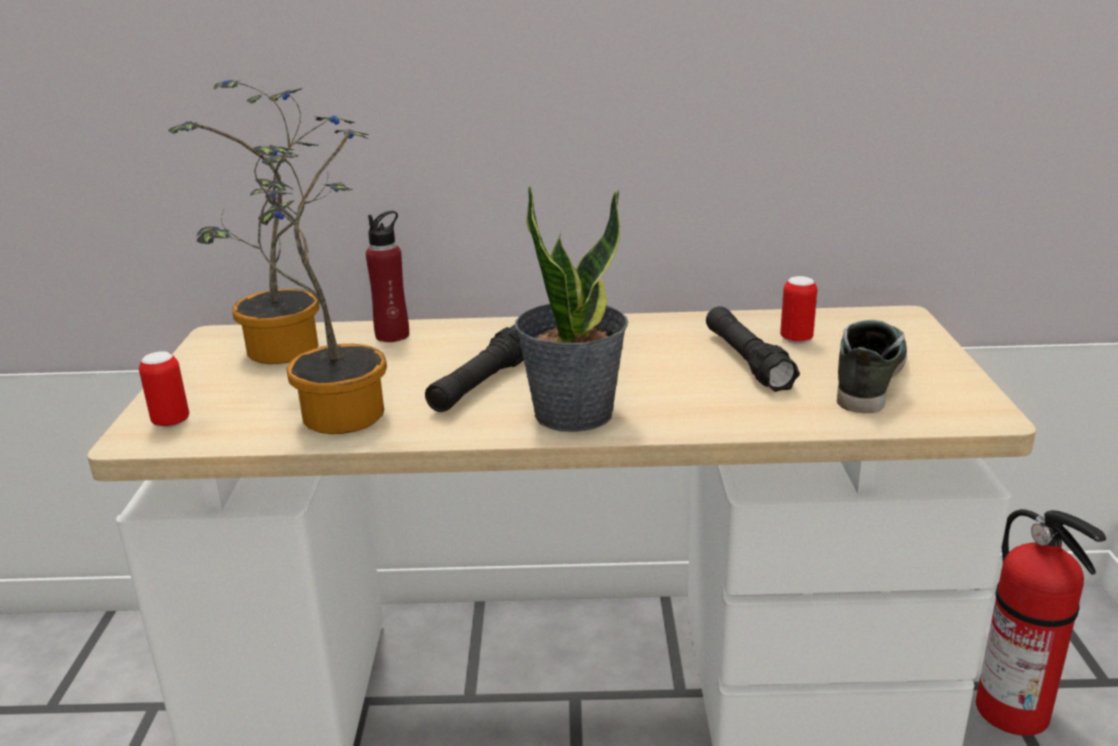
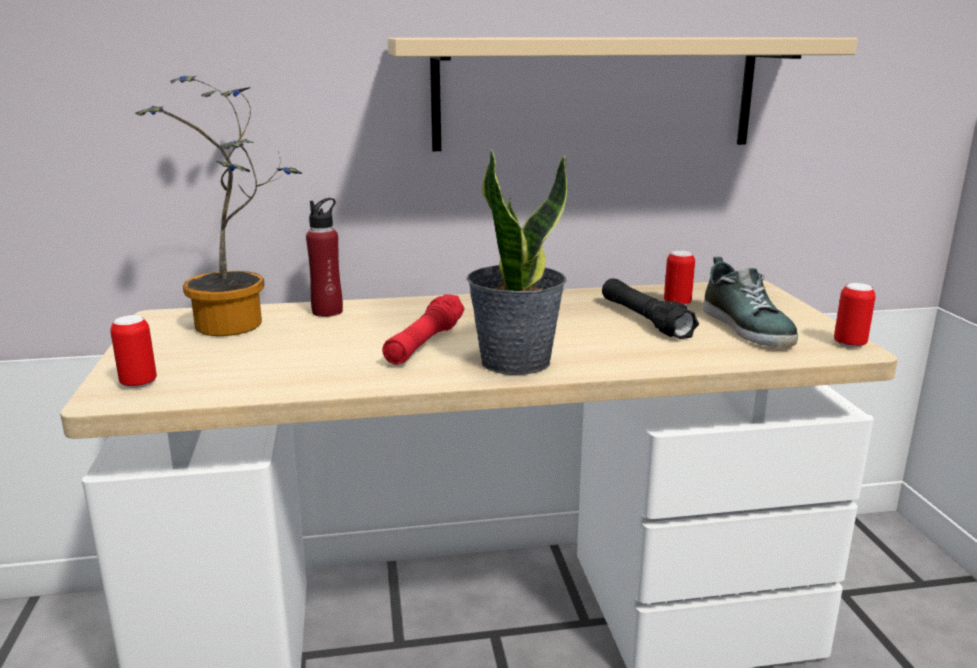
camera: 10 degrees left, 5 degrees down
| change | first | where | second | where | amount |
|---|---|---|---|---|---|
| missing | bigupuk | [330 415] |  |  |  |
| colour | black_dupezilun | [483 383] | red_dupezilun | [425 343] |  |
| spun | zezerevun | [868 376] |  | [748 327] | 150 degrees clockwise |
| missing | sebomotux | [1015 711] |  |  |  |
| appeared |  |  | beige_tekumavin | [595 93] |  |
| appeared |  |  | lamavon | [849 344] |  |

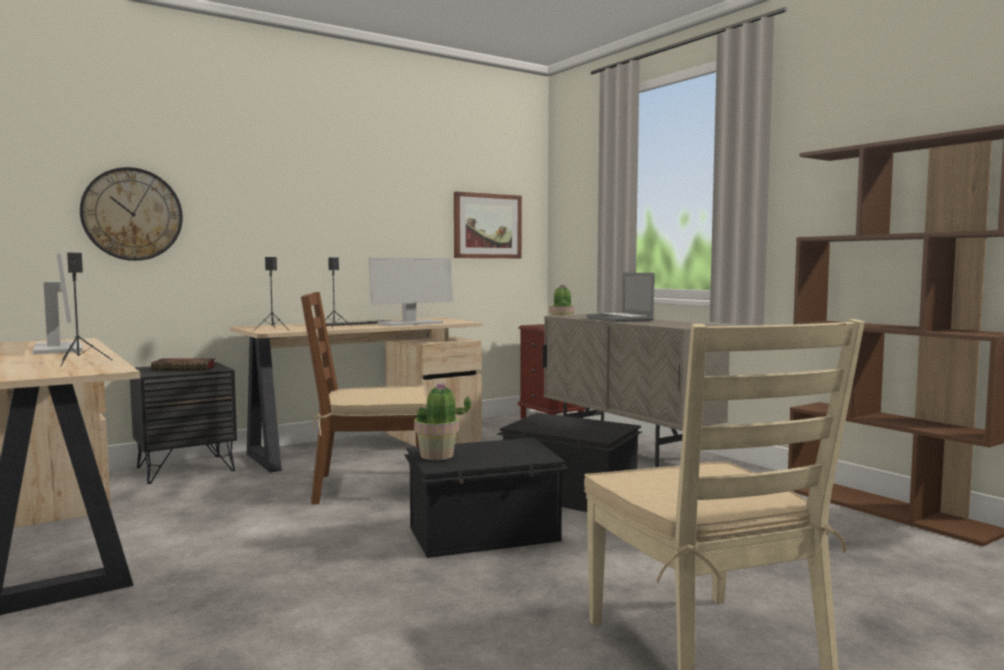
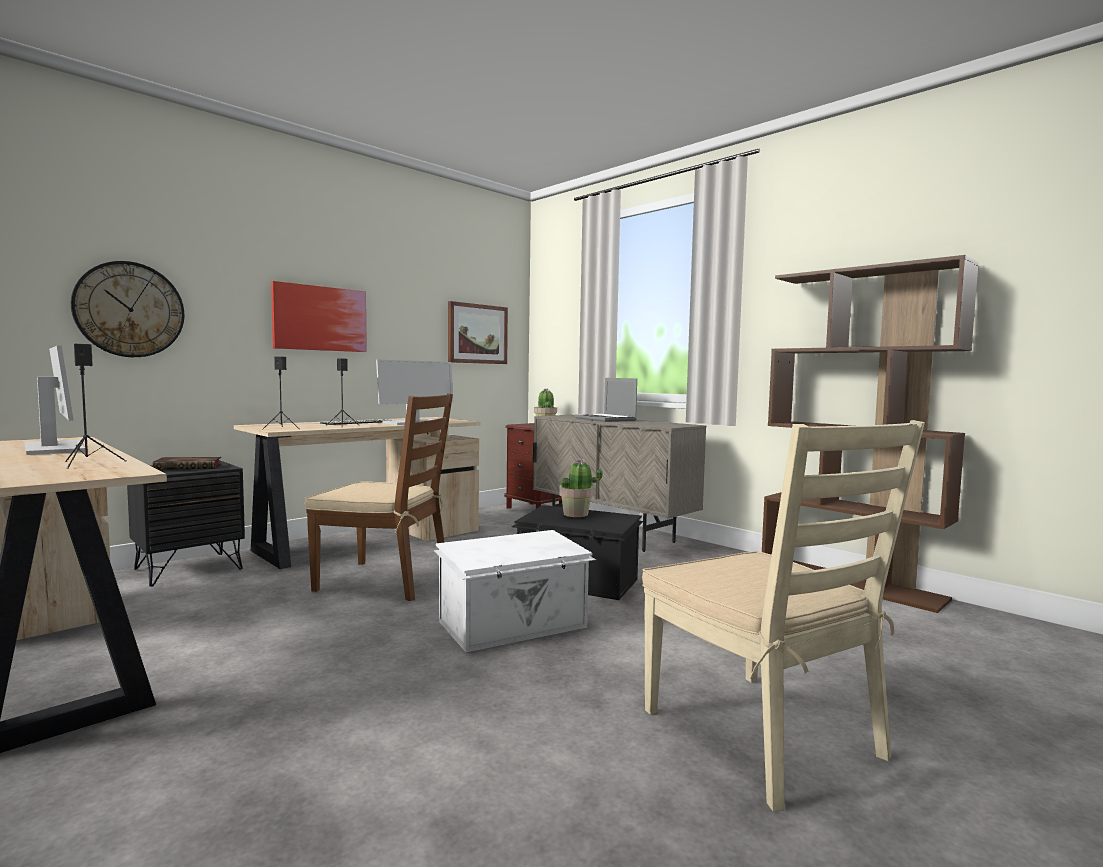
camera: 10 degrees left, 0 degrees up
| change | first | where | second | where | amount |
|---|---|---|---|---|---|
| spun | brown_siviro | [369 487] |  | [385 580] | 150 degrees counterclockwise |
| colour | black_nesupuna | [485 535] | white_nesupuna | [514 625] |  |
| relocated | bigupuk | [437 456] |  | [576 514] |  |
| appeared |  |  | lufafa | [320 318] |  |

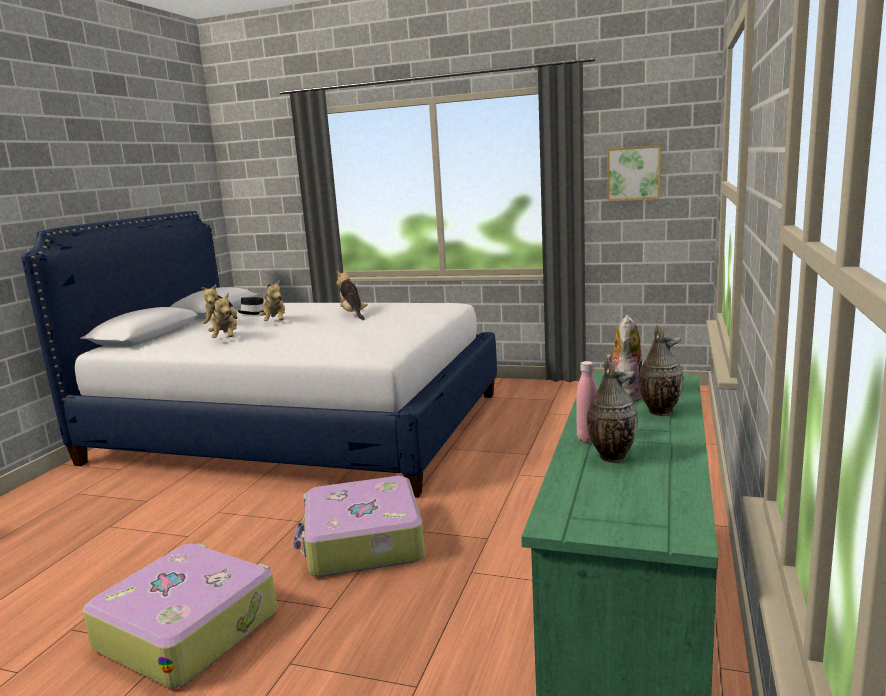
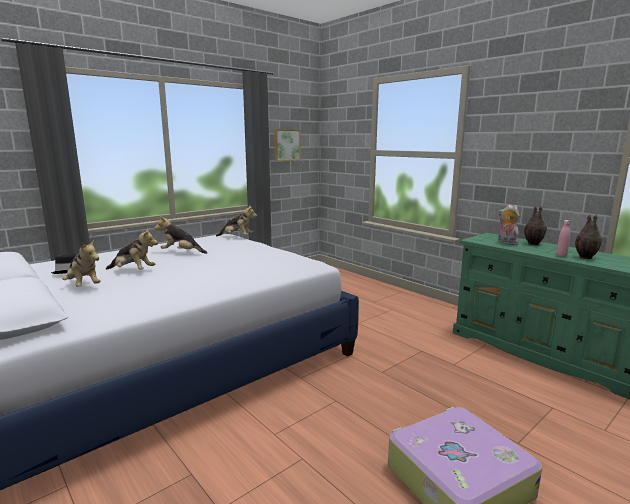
camera: 60 degrees left, 0 degrees up
| change | first | where | second | where | amount |
|---|---|---|---|---|---|
| relocated | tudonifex | [226 339] |  | [237 237] |  |
| missing | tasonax | [362 542] |  |  |  |

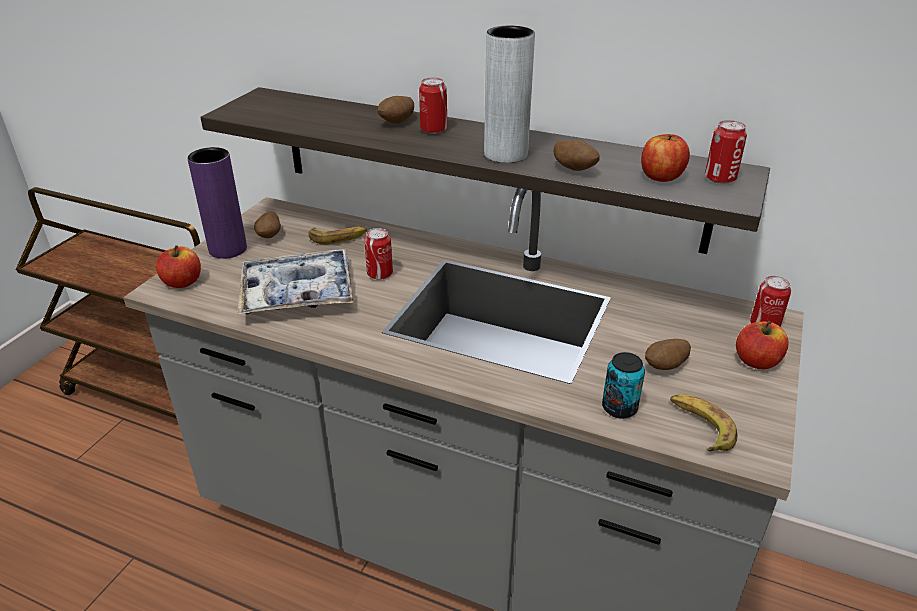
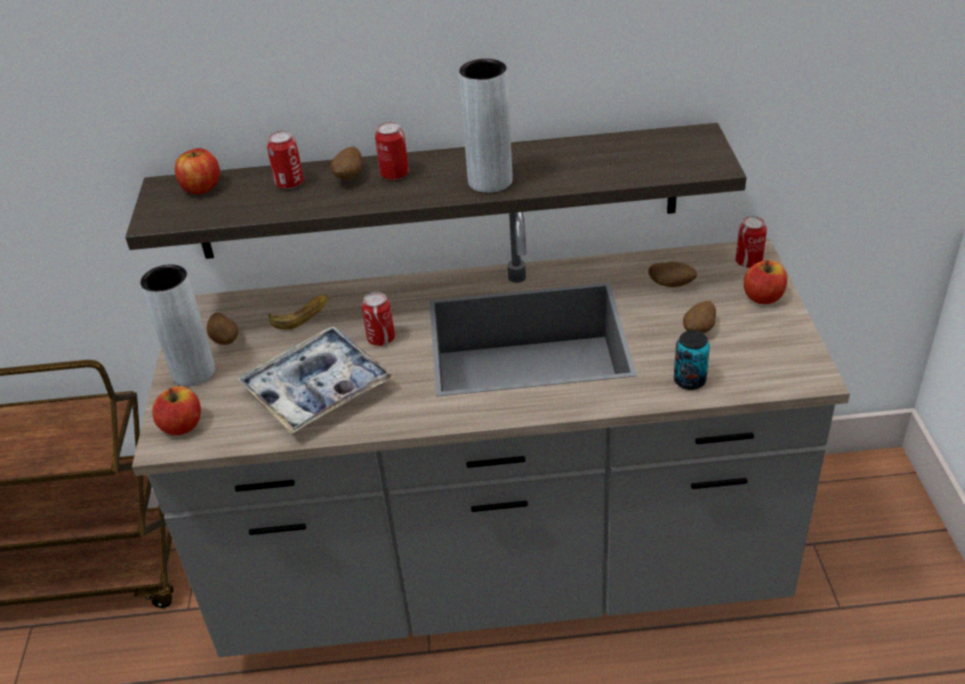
camera: 25 degrees left, 5 degrees up
| change | first | where | second | where | amount |
|---|---|---|---|---|---|
| colour | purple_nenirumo | [228 249] | grey_nenirumo | [193 372] |  |
| relocated | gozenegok | [574 170] |  | [671 285] |  |
| relocated | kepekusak | [661 176] |  | [201 188] |  |
| missing | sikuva | [700 426] |  |  |  |
| relocated | lamavon | [720 179] |  | [289 183] |  |

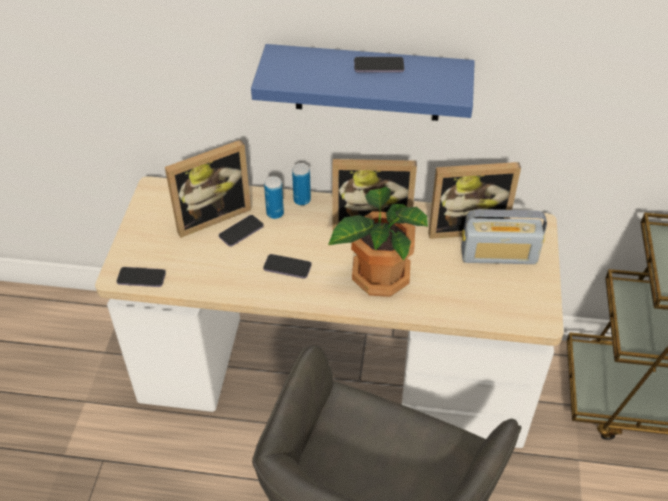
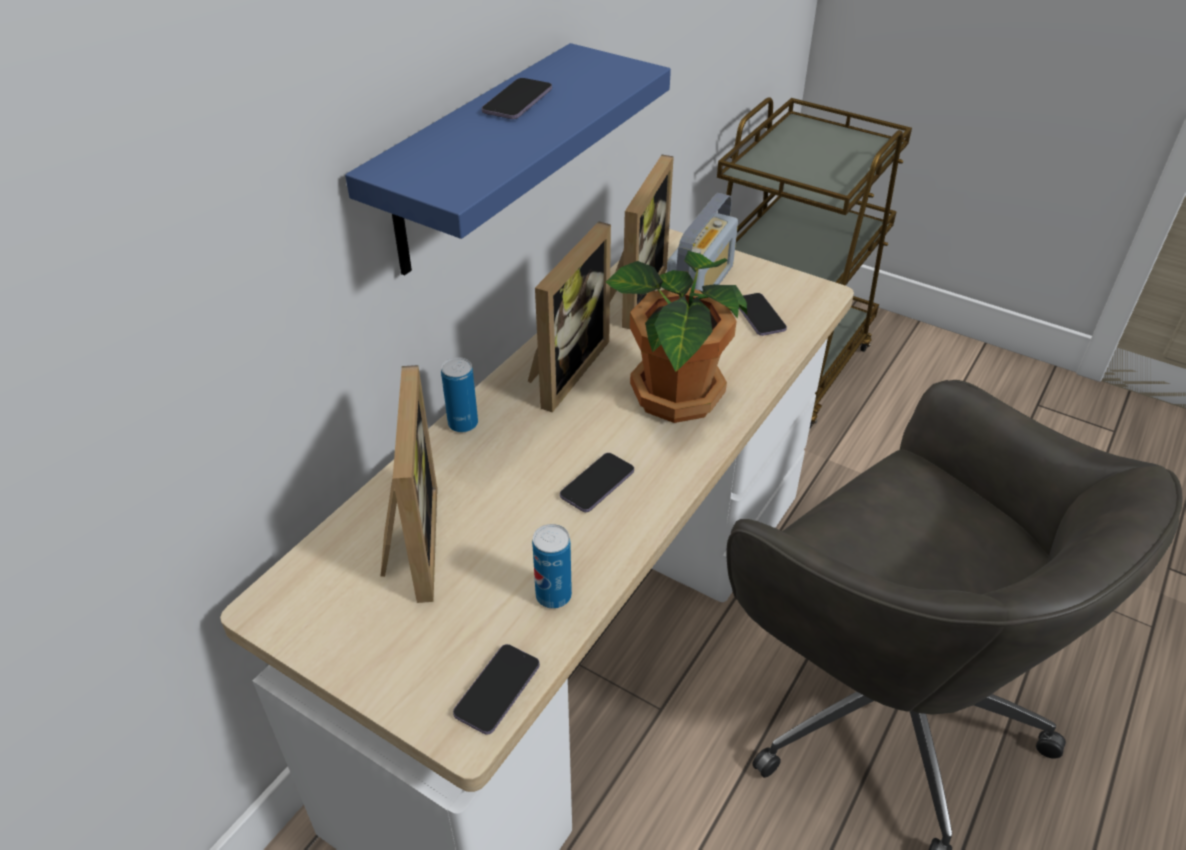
camera: 65 degrees left, 5 degrees down
| change | first | where | second | where | amount |
|---|---|---|---|---|---|
| relocated | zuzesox | [241 231] |  | [759 316] |  |
| relocated | lamavon | [275 213] |  | [553 595] |  |

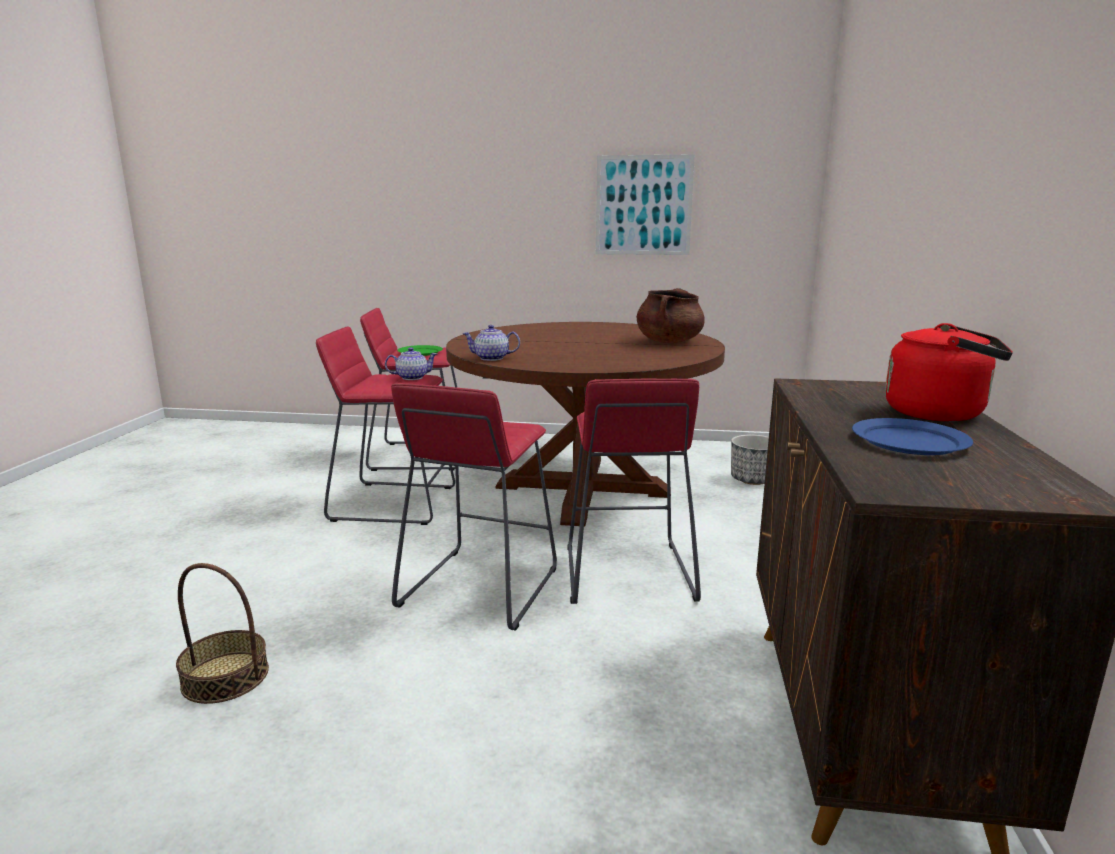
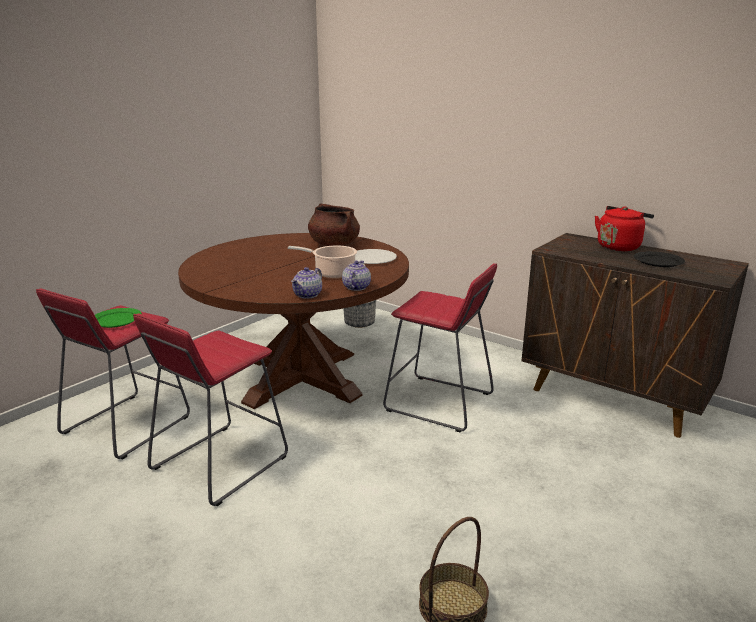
camera: 60 degrees left, 5 degrees up
| change | first | where | second | where | amount |
|---|---|---|---|---|---|
| relocated | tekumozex | [412 377] |  | [356 287] |  |
| missing | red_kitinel | [479 588] |  |  |  |
| missing | lufafa | [643 205] |  |  |  |
| colour | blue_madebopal | [910 441] | black_madebopal | [658 261] |  |
| appeared |  |  | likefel | [332 273] |  |
| appeared |  |  | white_madebopal | [372 258] |  |

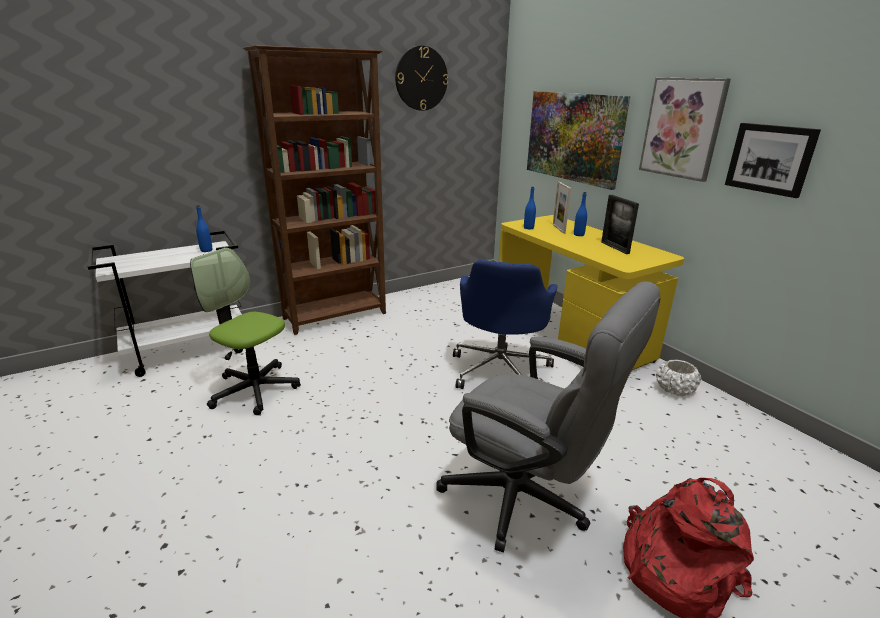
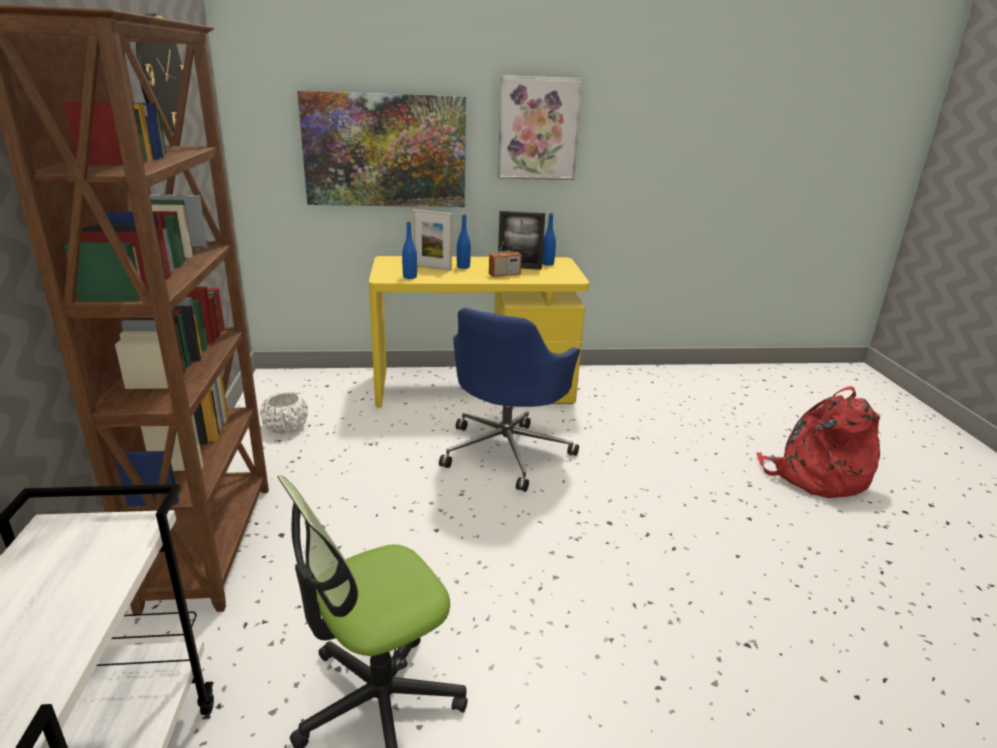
camera: 65 degrees left, 0 degrees up
| change | first | where | second | where | amount |
|---|---|---|---|---|---|
| relocated | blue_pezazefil | [206 250] |  | [547 264] |  |
| missing | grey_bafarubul | [527 500] |  |  |  |
| spun | blue_bafarubul | [500 369] |  | [507 451] | 75 degrees clockwise |
| relocated | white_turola | [675 389] |  | [286 427] |  |
| missing | lufafa | [770 159] |  |  |  |
| appeared |  |  | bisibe | [504 275] |  |

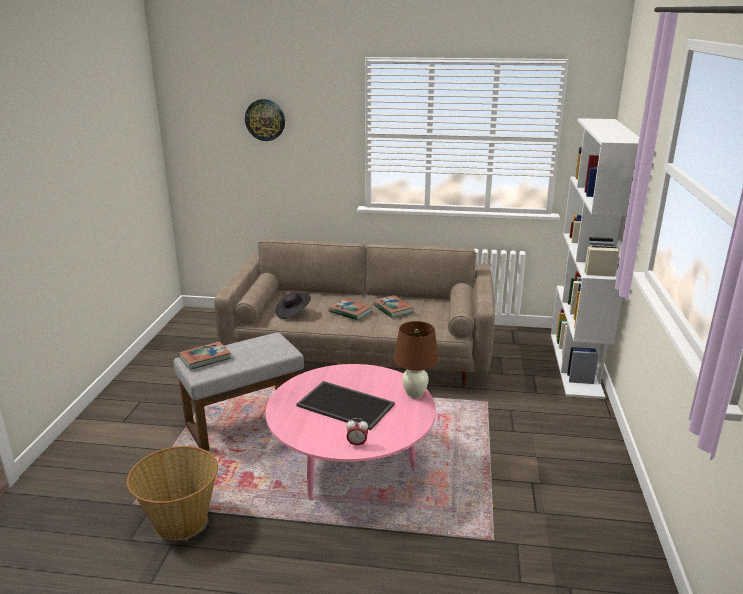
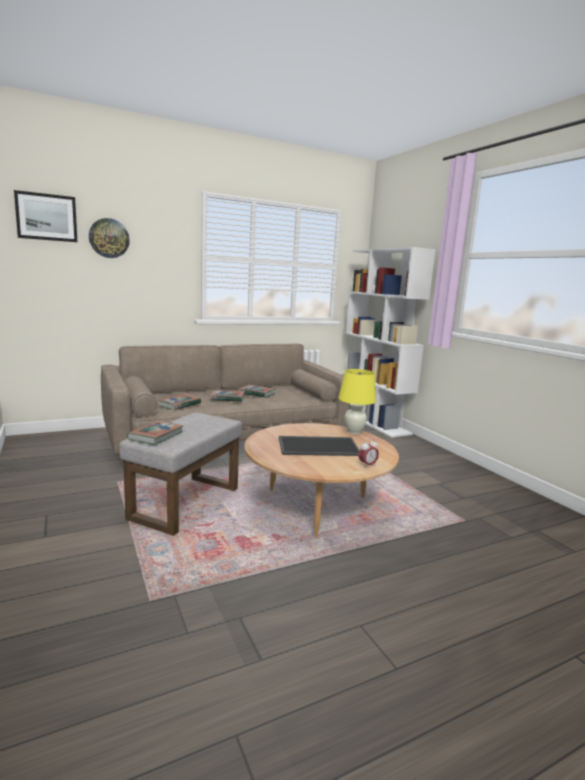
camera: 35 degrees left, 10 degrees down
| change | first | where | second | where | amount |
|---|---|---|---|---|---|
| missing | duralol | [180 521] |  |  |  |
| colour | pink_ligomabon | [351 465] | brown_ligomabon | [316 507] |  |
| exchanged | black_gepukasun | [293 313] | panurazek | [180 404] |  |
| colour | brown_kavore | [414 394] | yellow_kavore | [354 432] |  |
| appeared |  |  | lufafa | [46 217] |  |

